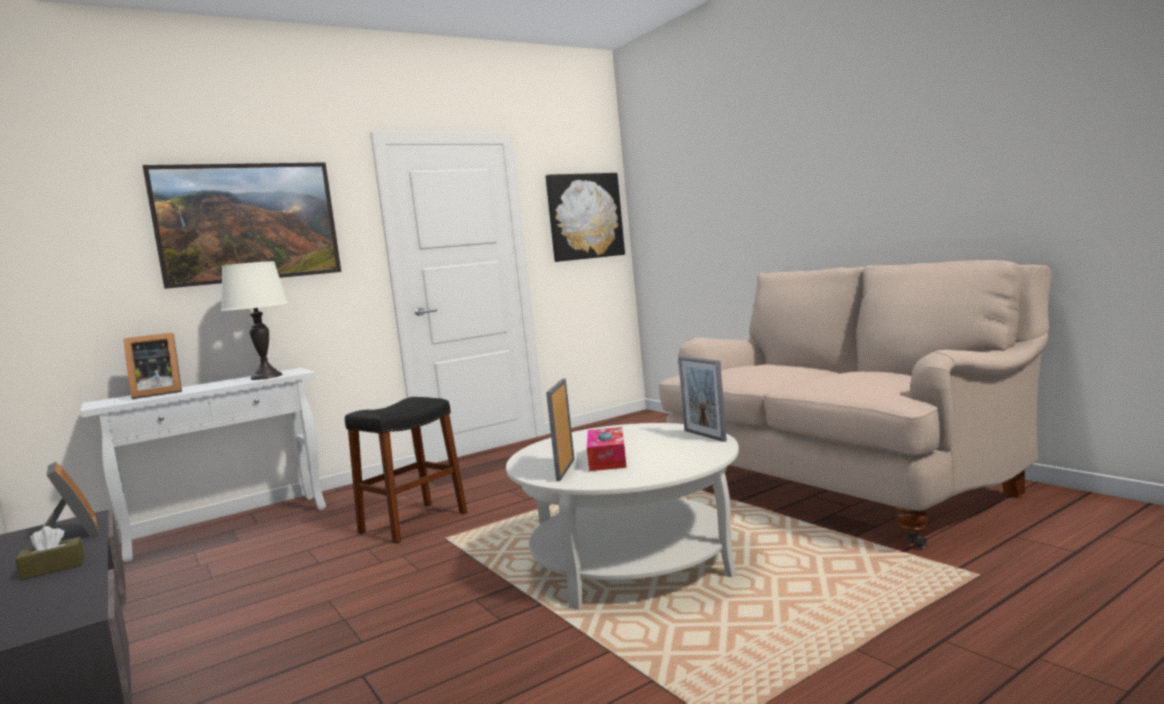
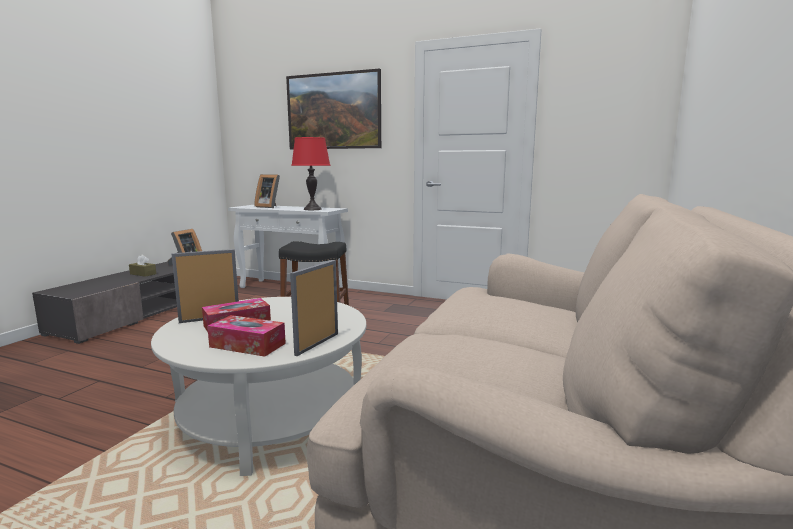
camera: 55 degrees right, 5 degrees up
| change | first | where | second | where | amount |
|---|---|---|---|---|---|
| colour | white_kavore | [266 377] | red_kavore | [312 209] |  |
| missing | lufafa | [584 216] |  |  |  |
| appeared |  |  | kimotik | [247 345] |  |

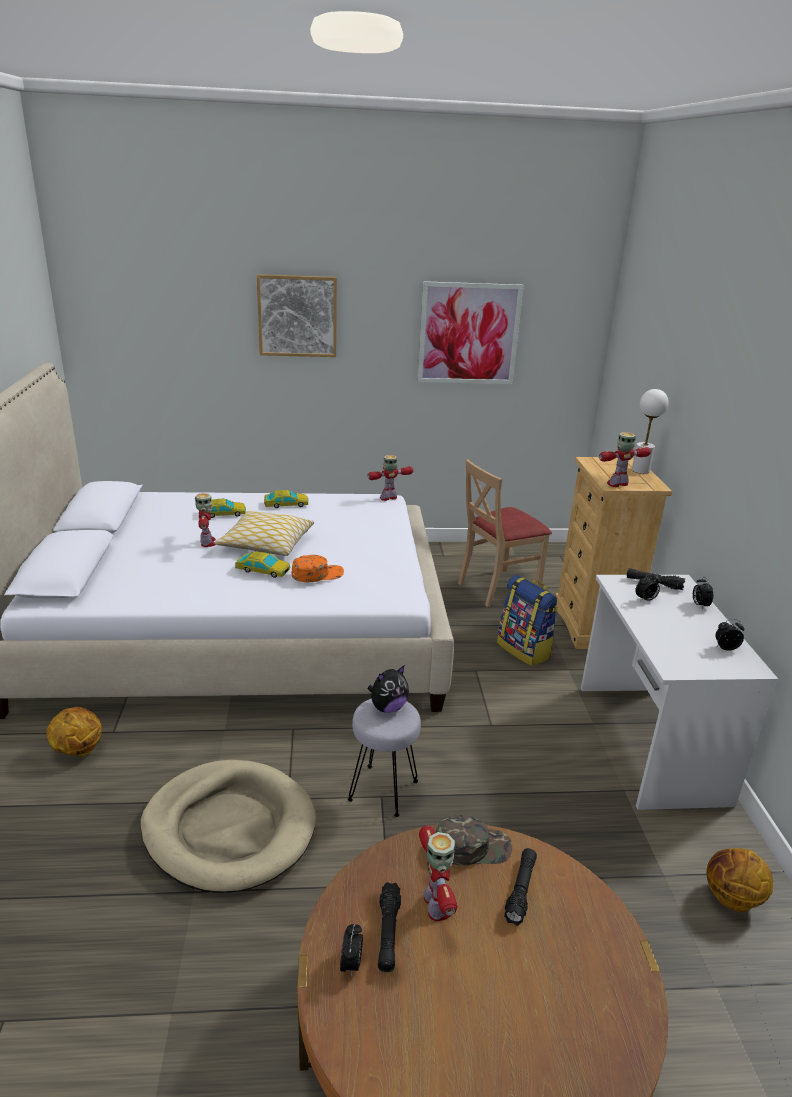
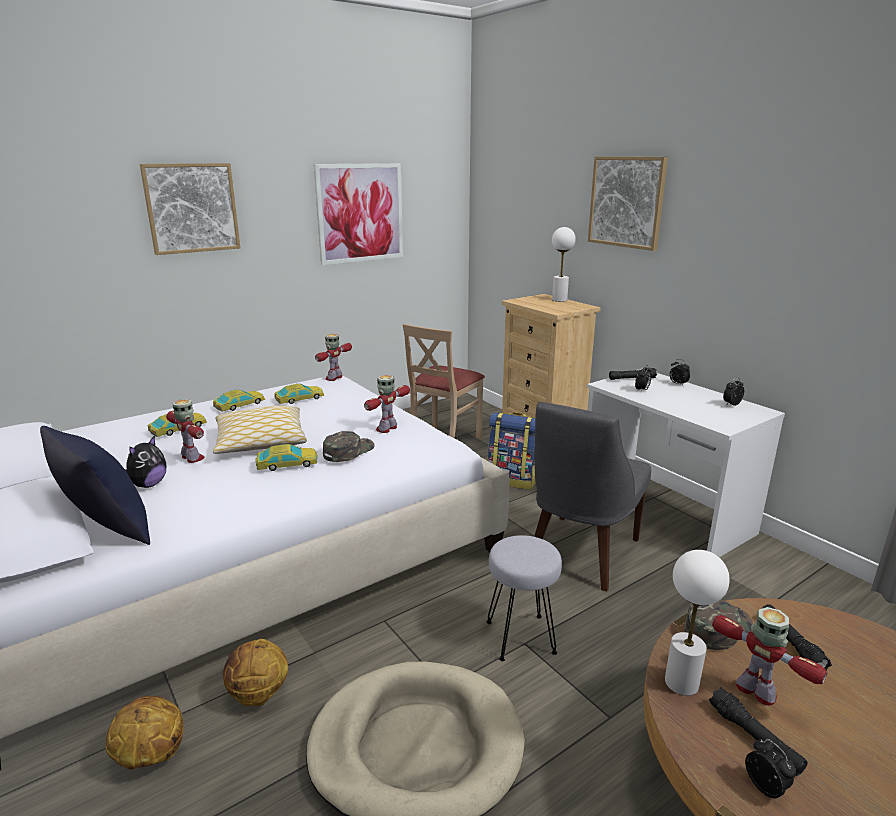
camera: 30 degrees left, 5 degrees down
| change | first | where | second | where | amount |
|---|---|---|---|---|---|
| colour | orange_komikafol | [317 574] | green_komikafol | [348 451] |  |
| relocated | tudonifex | [388 707] |  | [148 484] |  |
| relocated | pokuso | [618 484] |  | [387 428] |  |
| relocated | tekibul | [731 899] |  | [258 695] |  |
| appeared |  |  | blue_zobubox | [107 531] |  |
| appeared |  |  | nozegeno | [299 399] |  |
| appeared |  |  | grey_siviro | [580 554] |  |
| appeared |  |  | lufafa | [627 202] |  |
| appeared |  |  | white_kavore | [681 683] |  |

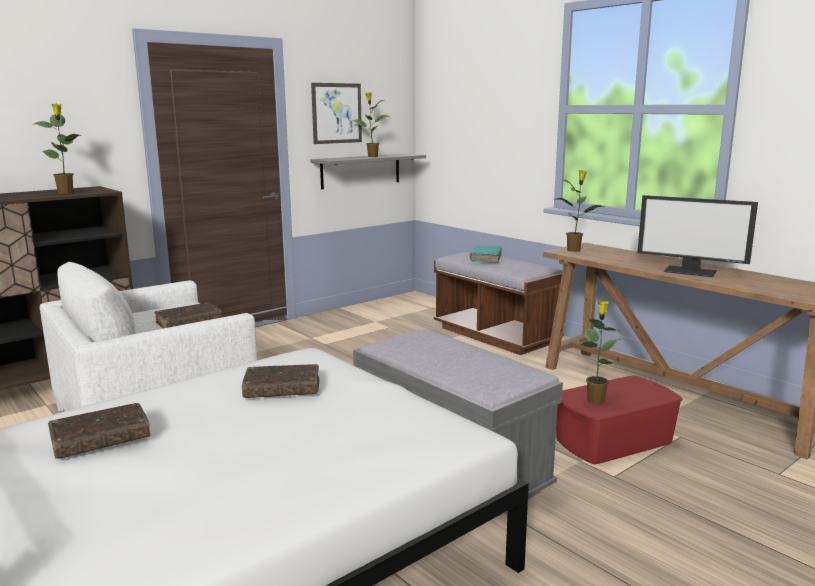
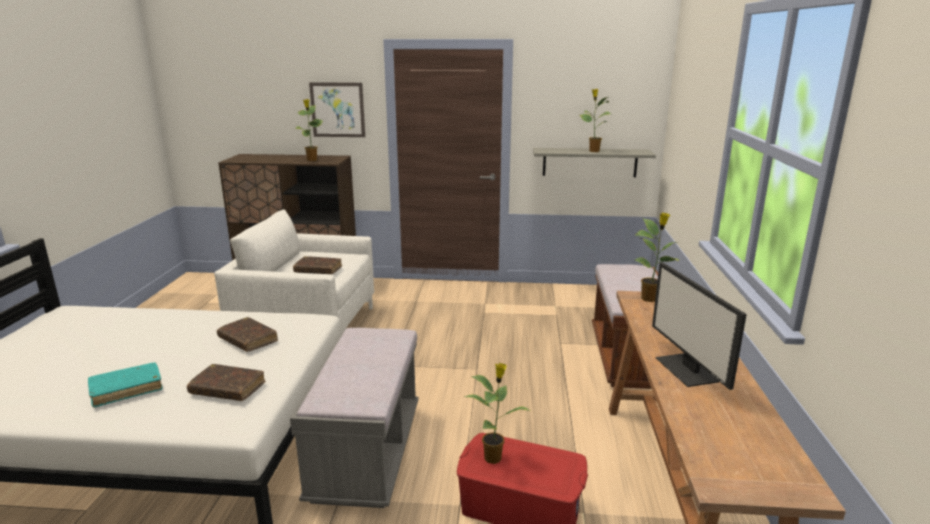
camera: 45 degrees right, 5 degrees up
| change | first | where | second | where | amount |
|---|---|---|---|---|---|
| relocated | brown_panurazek | [101 440] |  | [227 389] |  |
| relocated | lufafa | [337 113] |  | [337 110] |  |
| relocated | turquoise_panurazek | [486 258] |  | [127 390] |  |

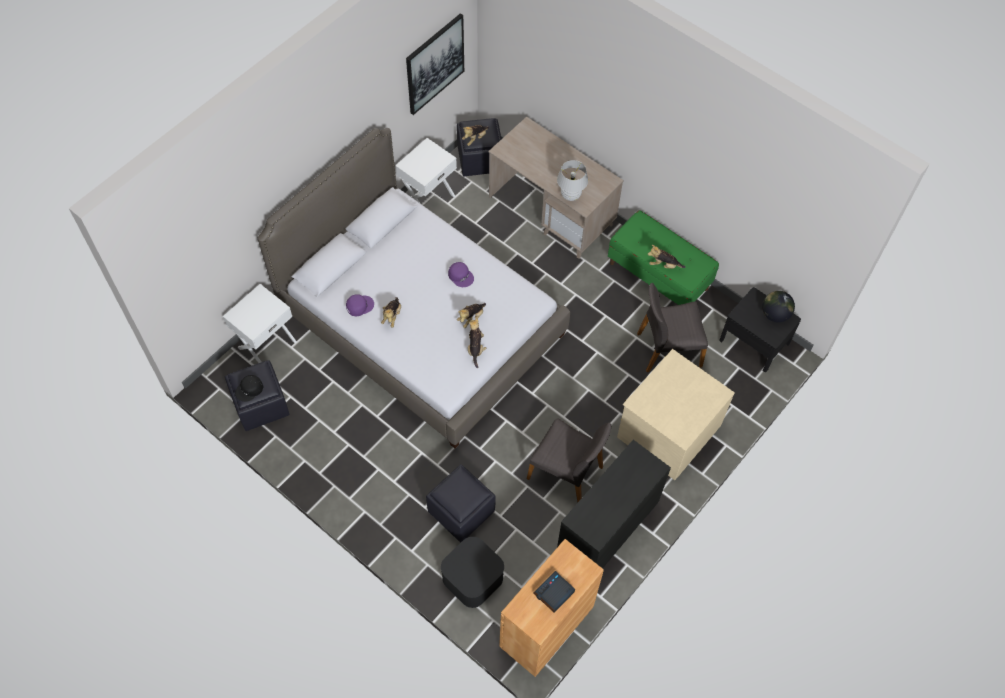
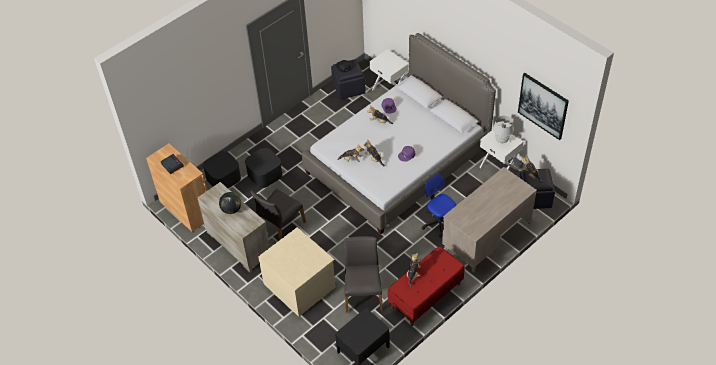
camera: 100 degrees right, 10 degrees down
| change | first | where | second | where | amount |
|---|---|---|---|---|---|
| exchanged | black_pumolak | [460 511] | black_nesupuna | [265 174] |  |
| relocated | white_kavore | [570 195] |  | [501 140] |  |
| colour | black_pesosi | [608 529] | beige_pesosi | [238 244] |  |
| colour | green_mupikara | [659 276] | red_mupikara | [425 296] |  |
| relocated | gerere | [774 314] |  | [231 209] |  |
| appeared |  |  | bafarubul | [439 222] |  |

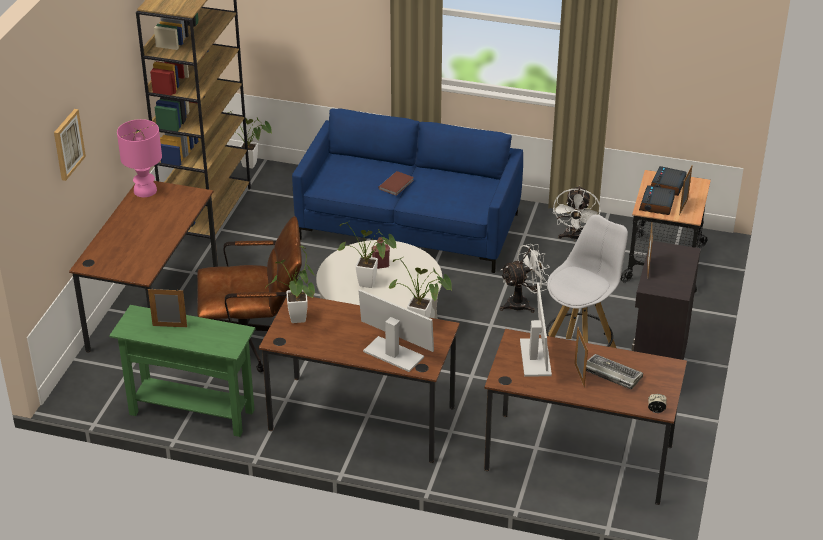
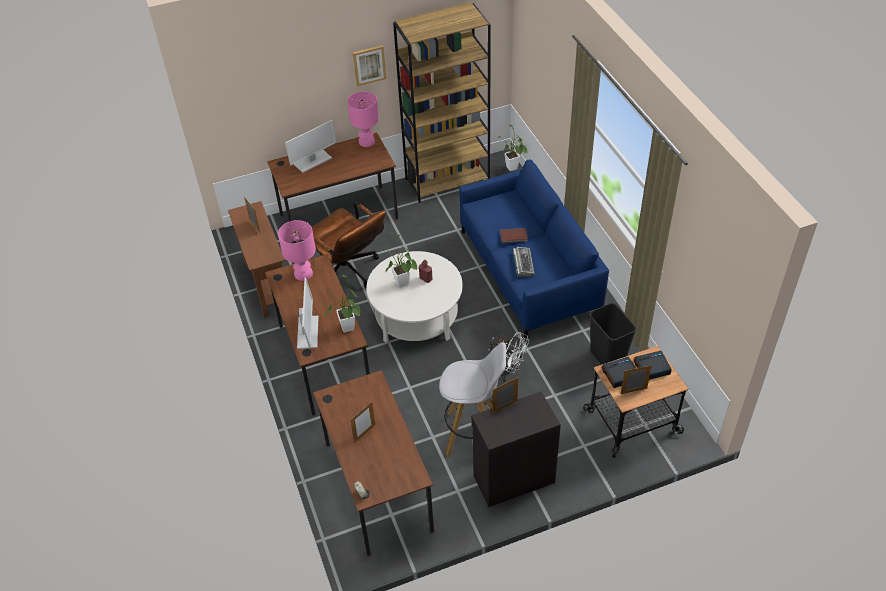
camera: 55 degrees right, 10 degrees up
| change | first | where | second | where | amount |
|---|---|---|---|---|---|
| relocated | lufafa | [68 144] |  | [369 65] |  |
| colour | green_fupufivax | [192 412] | brown_fupufivax | [267 286] |  |
| exchanged | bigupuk | [298 321] | pink_kavore | [303 273] |  |
| relocated | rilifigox | [535 358] |  | [312 161] |  |
| exchanged | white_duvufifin | [574 238] | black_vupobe | [608 357] |  |
| relocated | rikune | [611 374] |  | [523 263] |  |

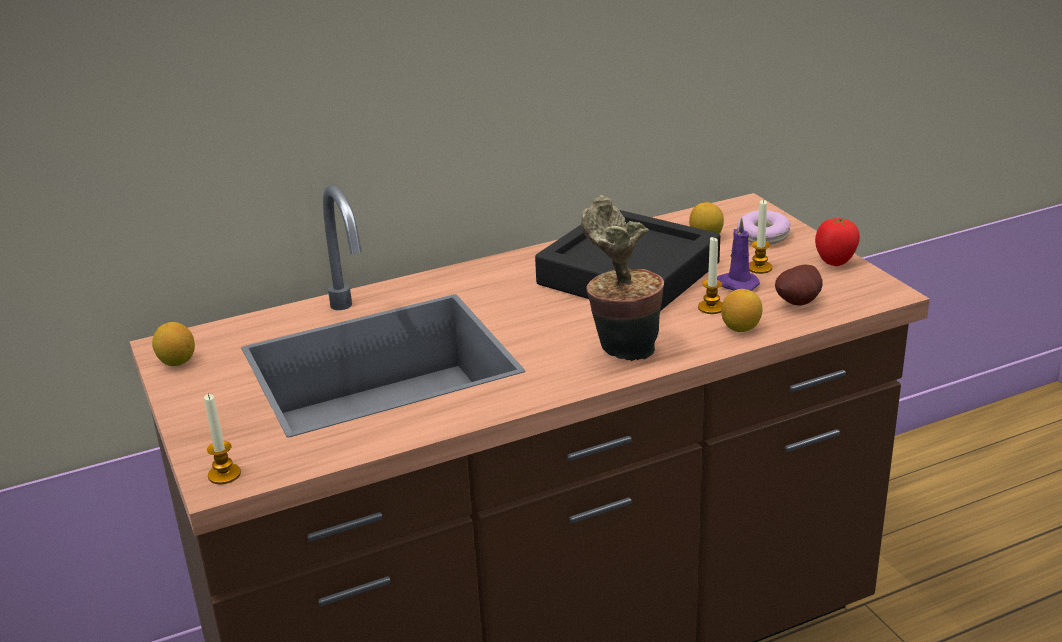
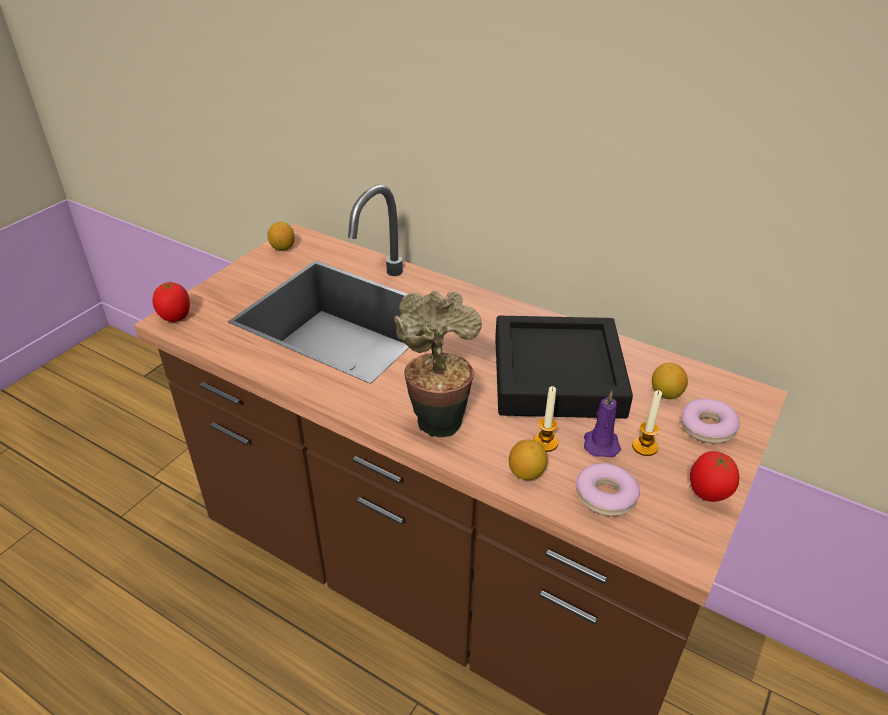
camera: 55 degrees right, 10 degrees up
| change | first | where | second | where | amount |
|---|---|---|---|---|---|
| exchanged | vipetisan | [224 474] | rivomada | [176 318] |  |
| exchanged | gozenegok | [800 303] | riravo | [605 496] |  |

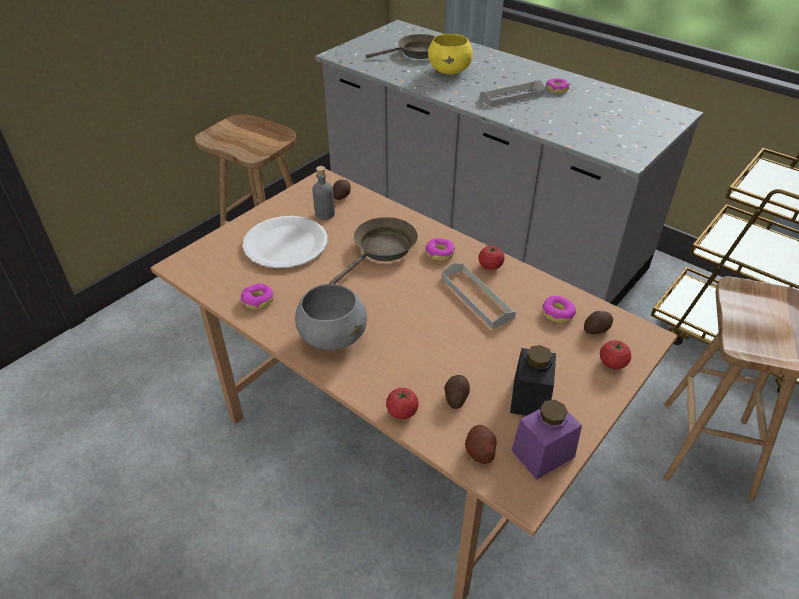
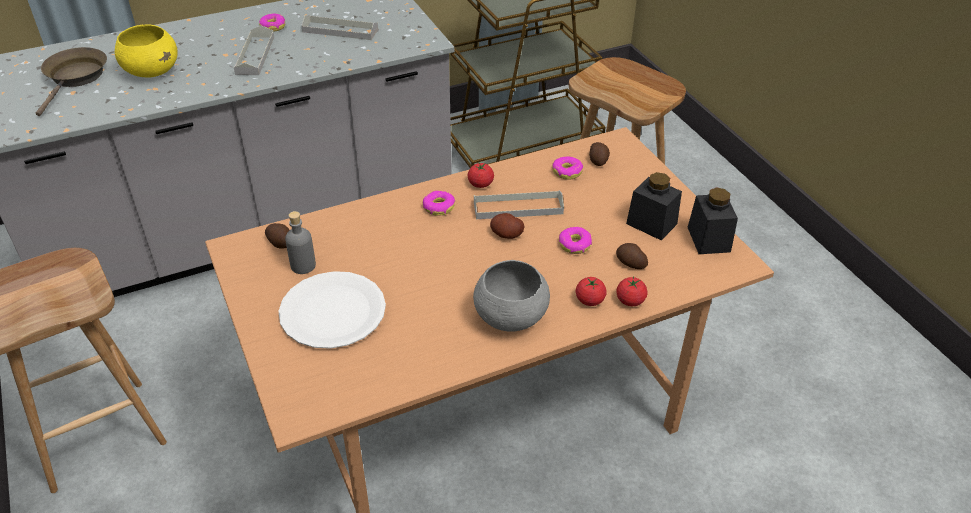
camera: 65 degrees left, 0 degrees up
| change | first | where | second | where | amount |
|---|---|---|---|---|---|
| relocated | riravo | [258 300] |  | [574 245] |  |
| missing | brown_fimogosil | [382 250] |  |  |  |
| relocated | gozenegok | [480 452] |  | [506 234] |  |
| colour | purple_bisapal | [543 453] | black_bisapal | [708 239] |  |
| relocated | rivomada | [612 363] |  | [589 300] |  |
| appeared |  |  | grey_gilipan | [340 30] |  |

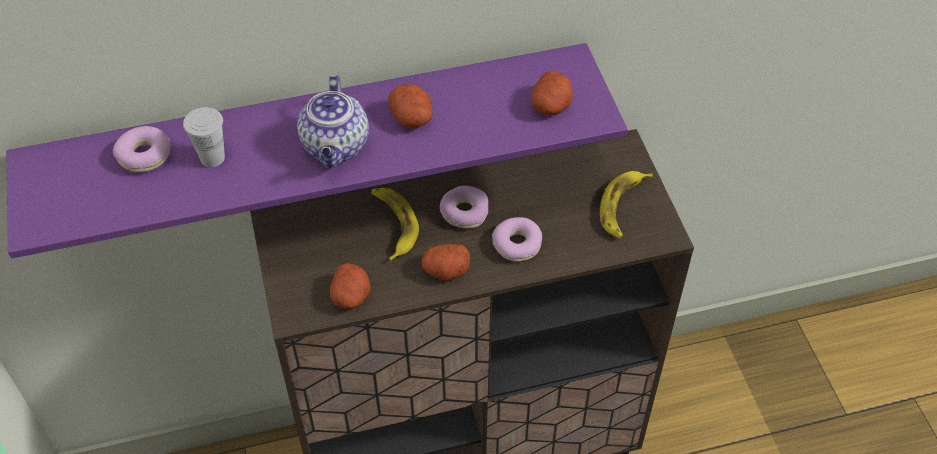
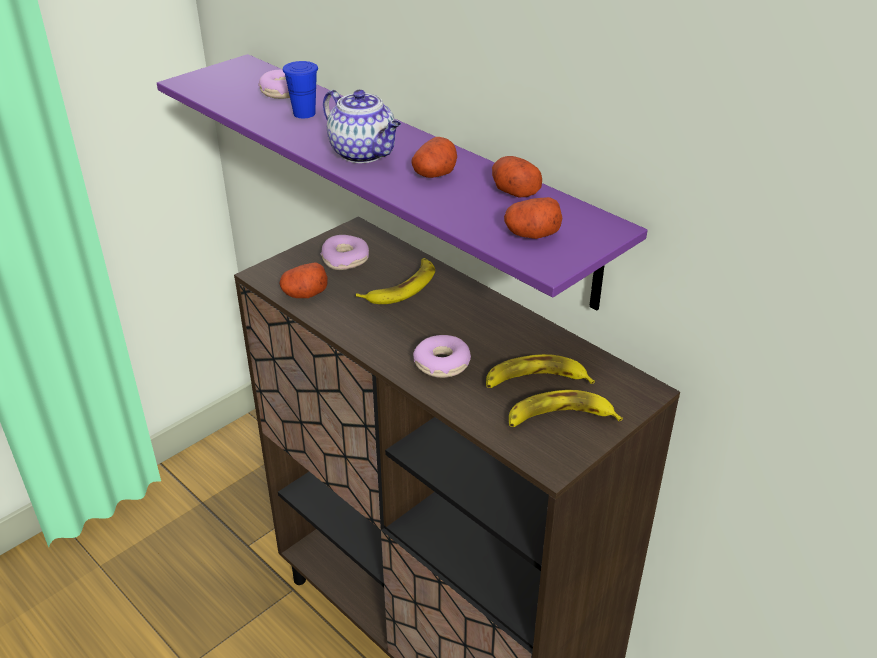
camera: 60 degrees right, 15 degrees down
| change | first | where | second | where | amount |
|---|---|---|---|---|---|
| colour | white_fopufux | [212 158] | blue_fopufux | [304 113] |  |
| spun | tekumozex | [336 147] |  | [364 153] | 105 degrees counterclockwise |
| relocated | gozenegok | [445 271] |  | [513 190] |  |
| relocated | riravo | [464 212] |  | [345 259] |  |
| appeared |  |  | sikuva | [535 380] |  |

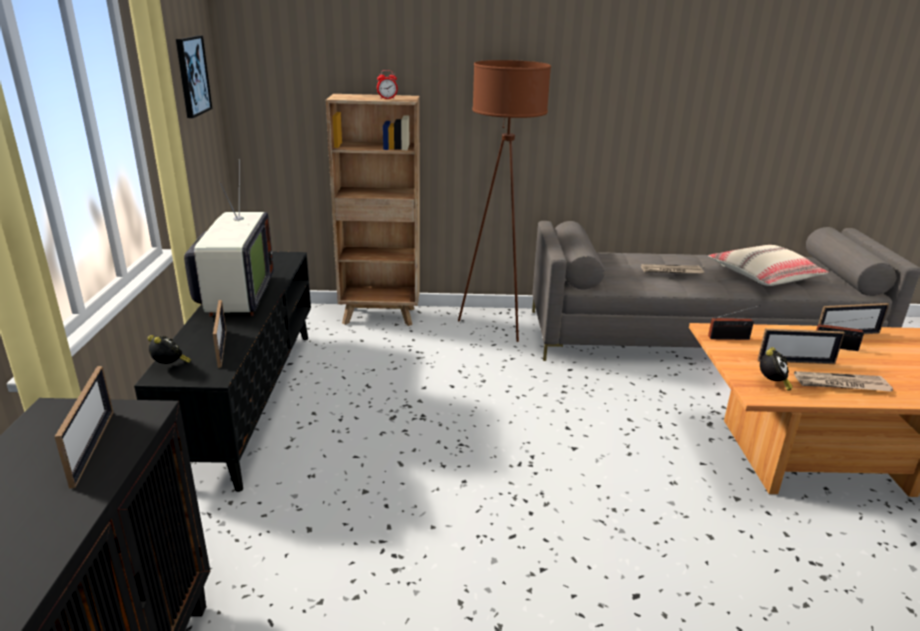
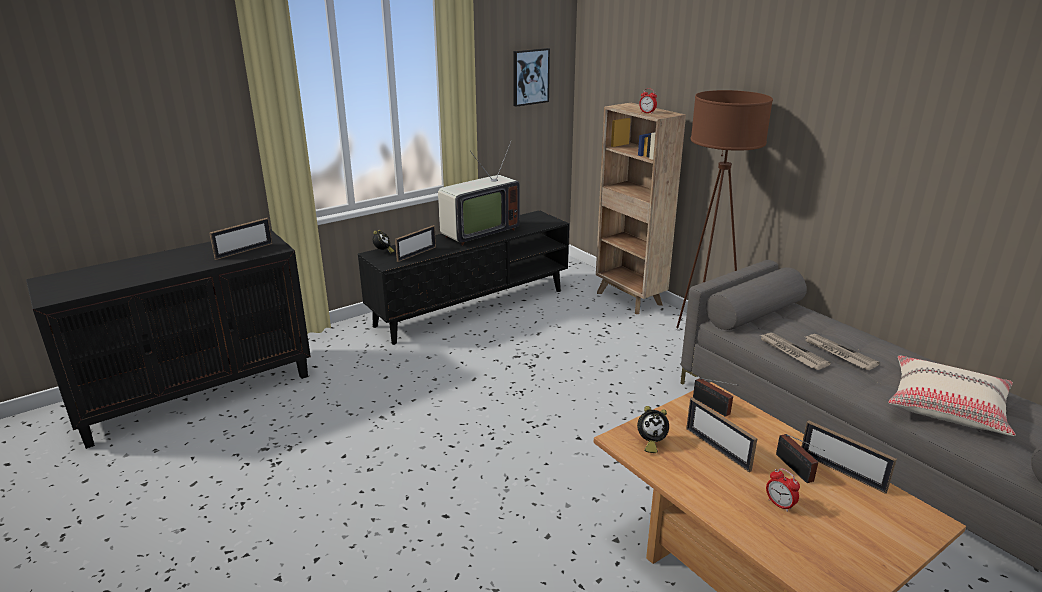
camera: 55 degrees right, 0 degrees up
| change | first | where | second | where | amount |
|---|---|---|---|---|---|
| relocated | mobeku | [841 384] |  | [791 352] |  |
| appeared |  |  | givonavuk | [779 504] |  |

